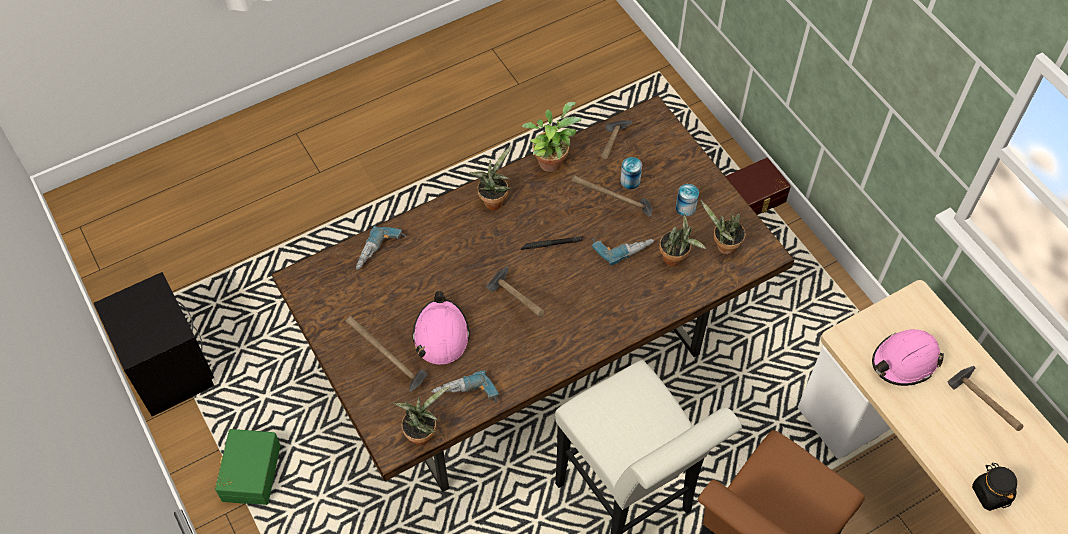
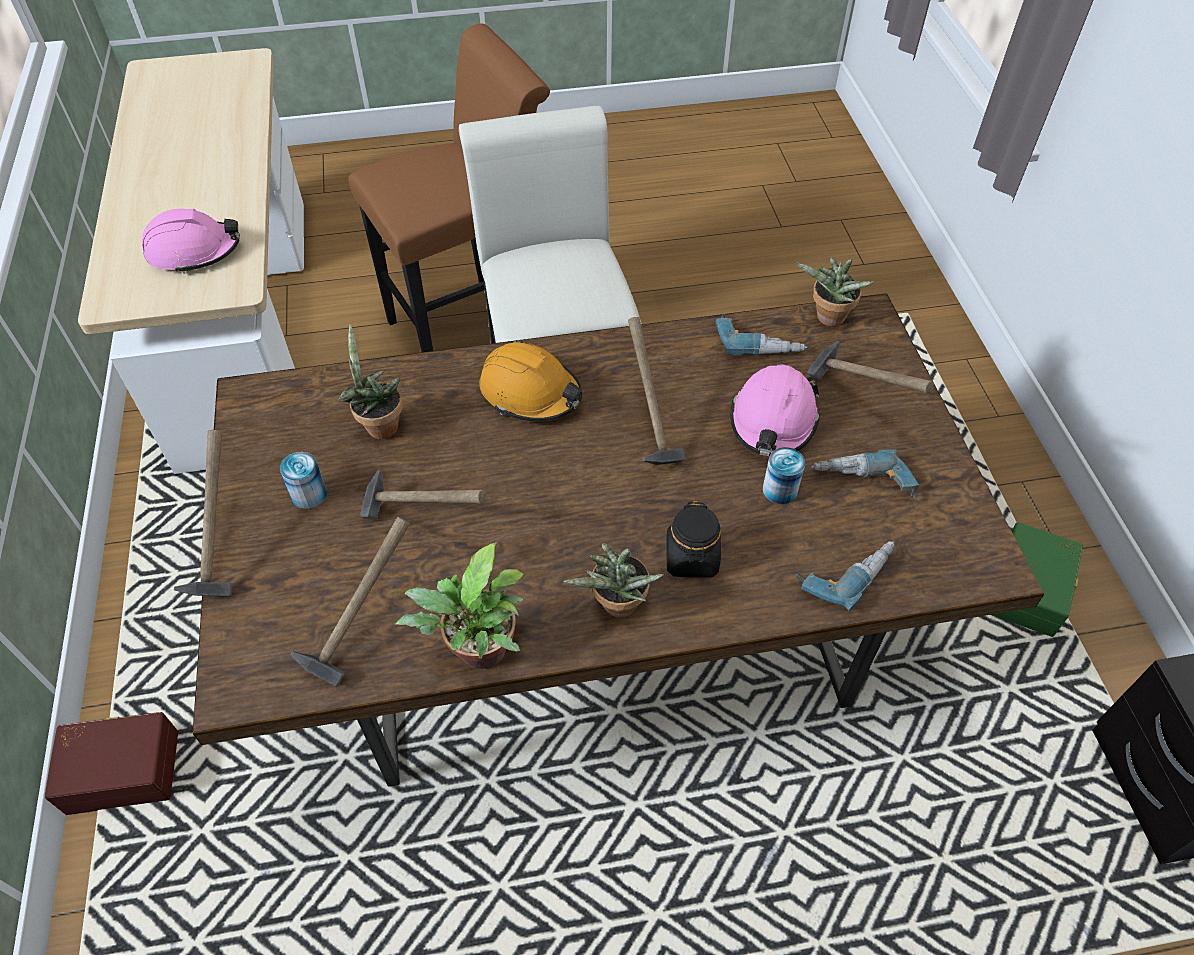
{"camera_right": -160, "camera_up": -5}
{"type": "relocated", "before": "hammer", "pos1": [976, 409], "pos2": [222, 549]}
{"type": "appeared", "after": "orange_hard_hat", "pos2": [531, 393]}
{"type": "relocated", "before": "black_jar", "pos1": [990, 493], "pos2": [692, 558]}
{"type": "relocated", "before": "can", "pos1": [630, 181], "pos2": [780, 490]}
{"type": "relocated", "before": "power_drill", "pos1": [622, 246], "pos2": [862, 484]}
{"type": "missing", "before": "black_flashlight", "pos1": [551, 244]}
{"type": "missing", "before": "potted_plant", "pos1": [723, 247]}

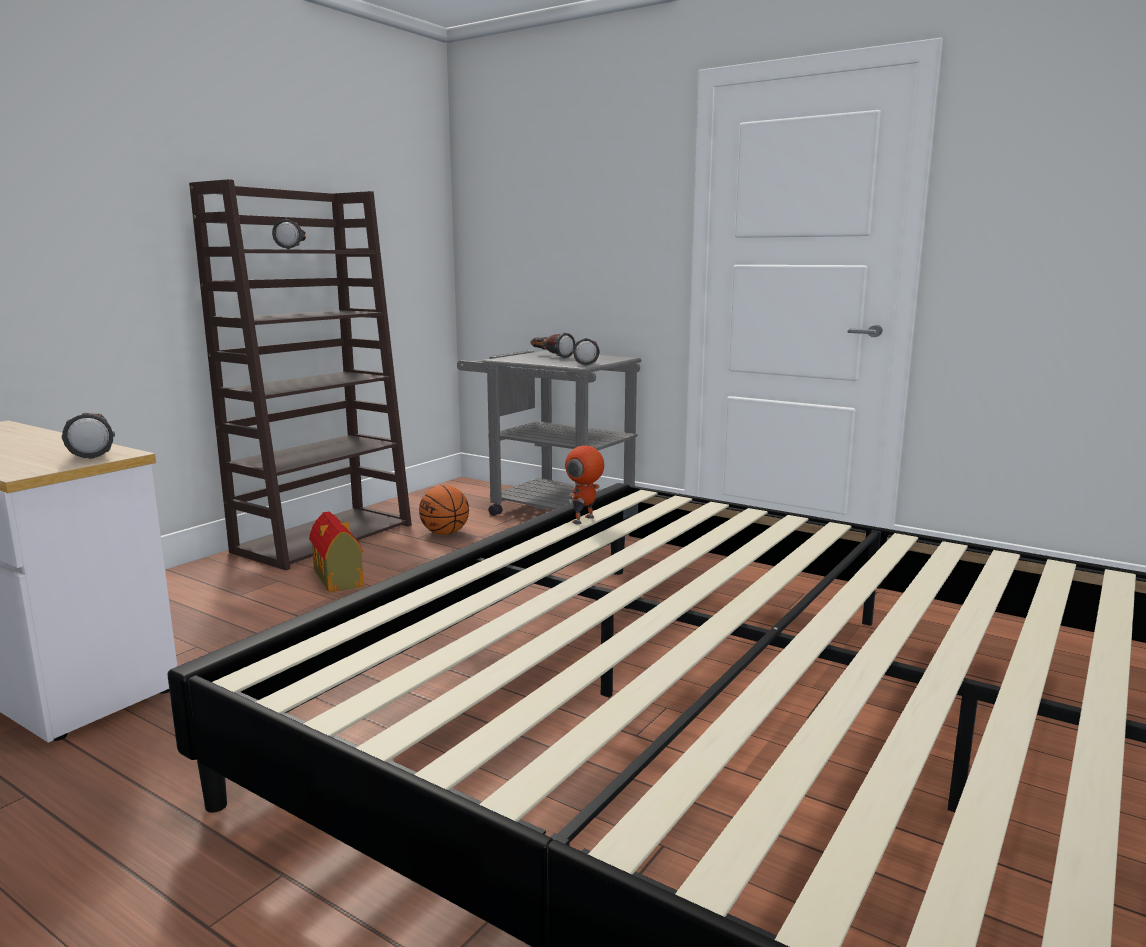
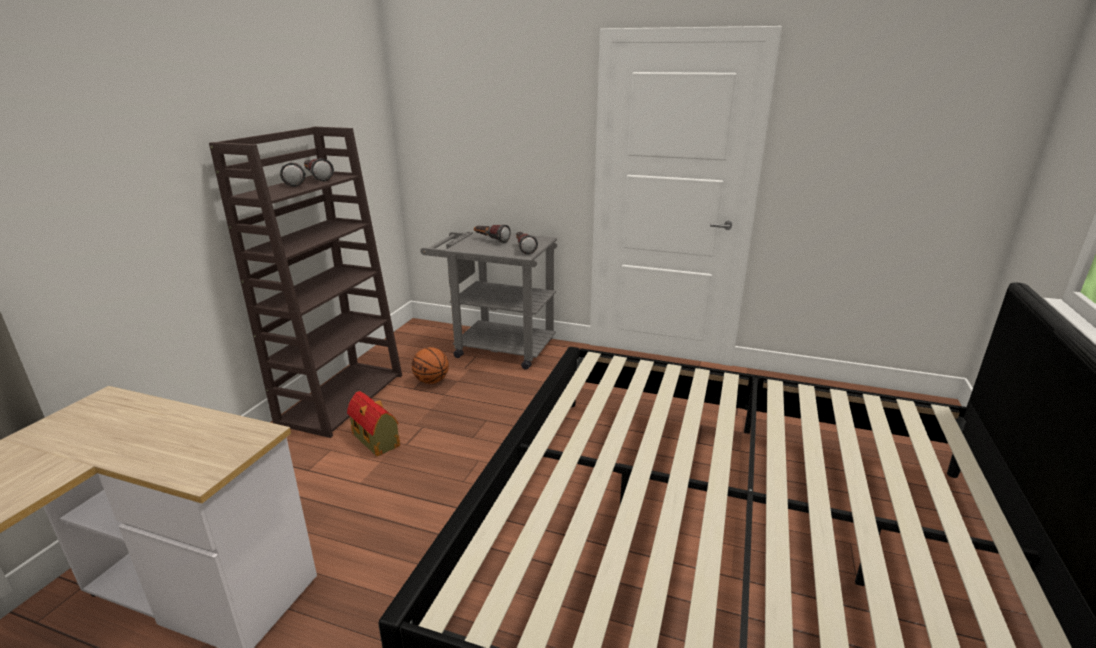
{"camera_right": -15, "camera_up": 10}
{"type": "relocated", "before": "flashlight", "pos1": [95, 450], "pos2": [316, 178]}
{"type": "missing", "before": "toy_robot", "pos1": [584, 520]}

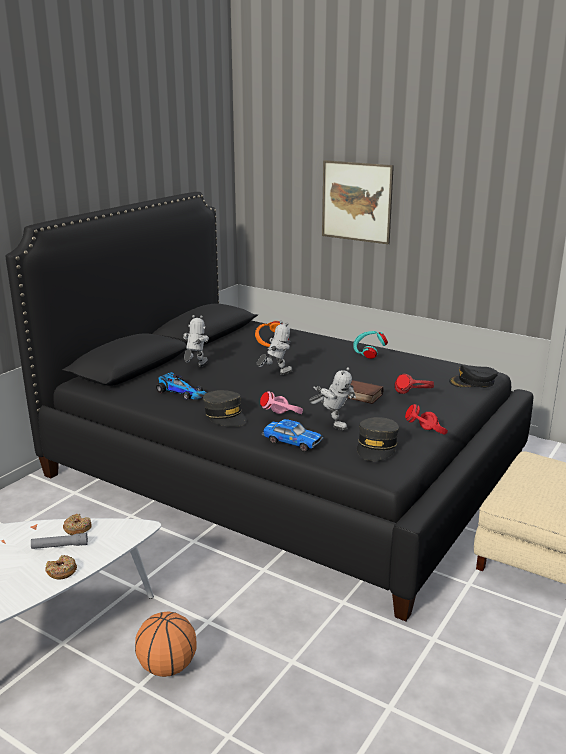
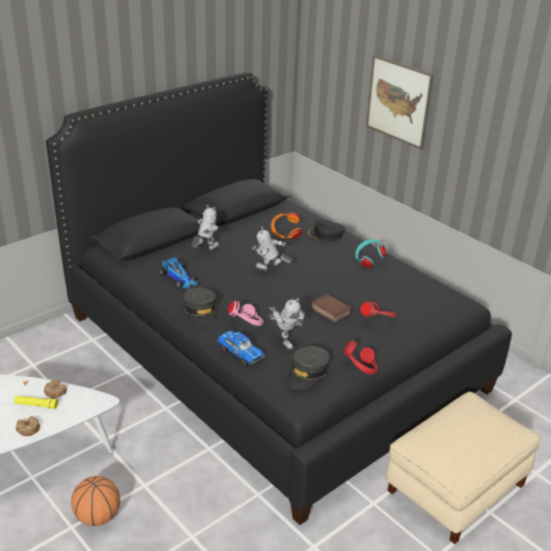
{"camera_right": 15, "camera_up": 10}
{"type": "colour", "before": "grey_flashlight", "after": "yellow_flashlight", "pos1": [59, 546], "pos2": [36, 405]}
{"type": "spun", "before": "toy_robot", "pos1": [276, 374], "pos2": [270, 272], "turn": -150}
{"type": "relocated", "before": "black_cap", "pos1": [473, 382], "pos2": [325, 234]}

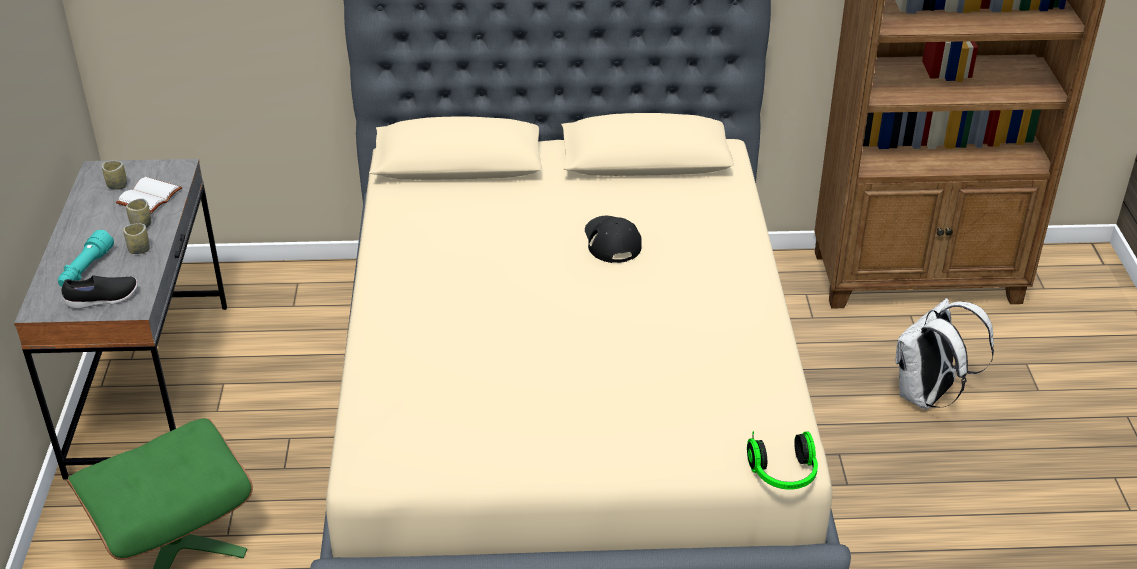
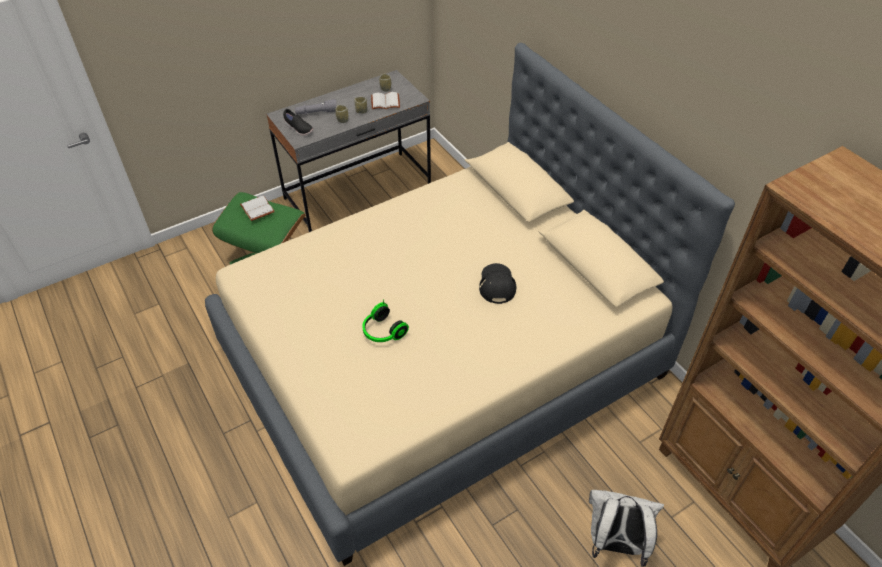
{"camera_right": 60, "camera_up": 10}
{"type": "appeared", "after": "white_book", "pos2": [256, 209]}
{"type": "colour", "before": "turquoise_flashlight", "after": "grey_flashlight", "pos1": [86, 269], "pos2": [316, 113]}
{"type": "relocated", "before": "headphones", "pos1": [784, 475], "pos2": [382, 332]}
{"type": "spun", "before": "black_cap", "pos1": [611, 241], "pos2": [497, 284], "turn": -45}

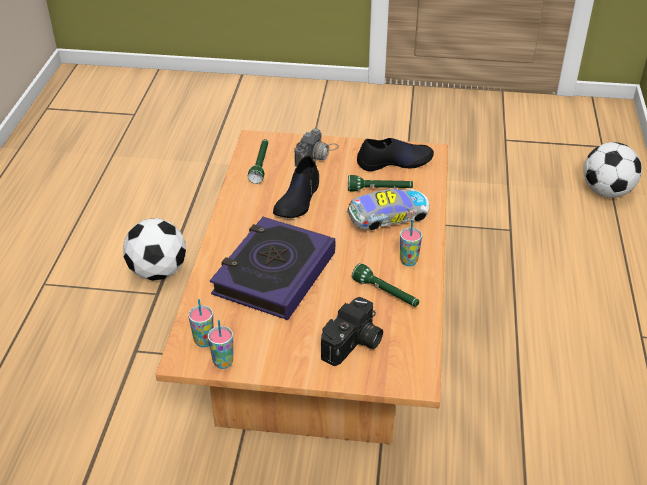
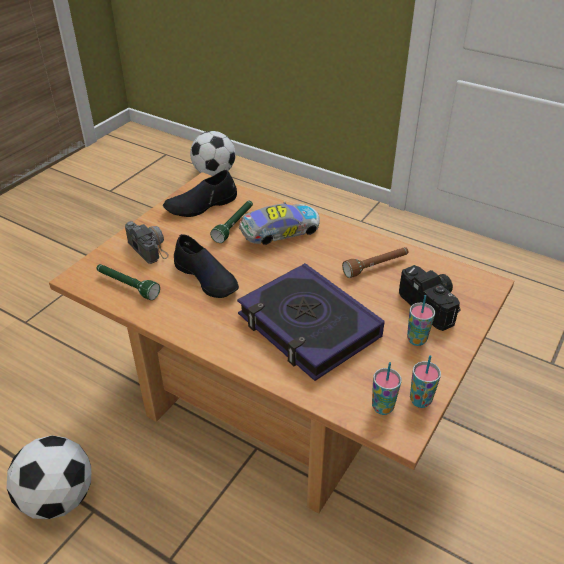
{"camera_right": -65, "camera_up": 0}
{"type": "spun", "before": "black_shoe", "pos1": [394, 162], "pos2": [201, 205], "turn": -135}
{"type": "spun", "before": "toy_car", "pos1": [387, 220], "pos2": [279, 235], "turn": 60}
{"type": "colour", "before": "green_flashlight", "after": "brown_flashlight", "pos1": [386, 293], "pos2": [376, 266]}
{"type": "relocated", "before": "cup", "pos1": [408, 261], "pos2": [416, 340]}

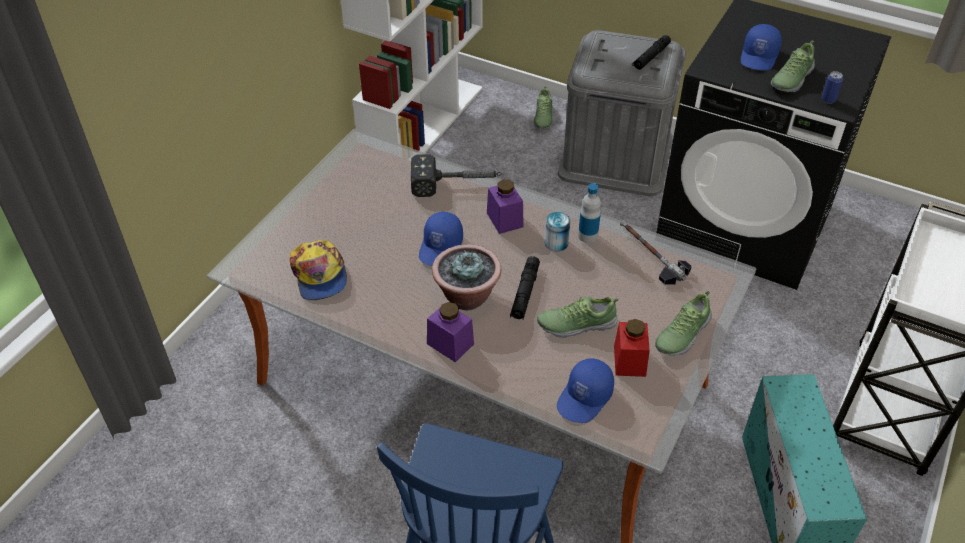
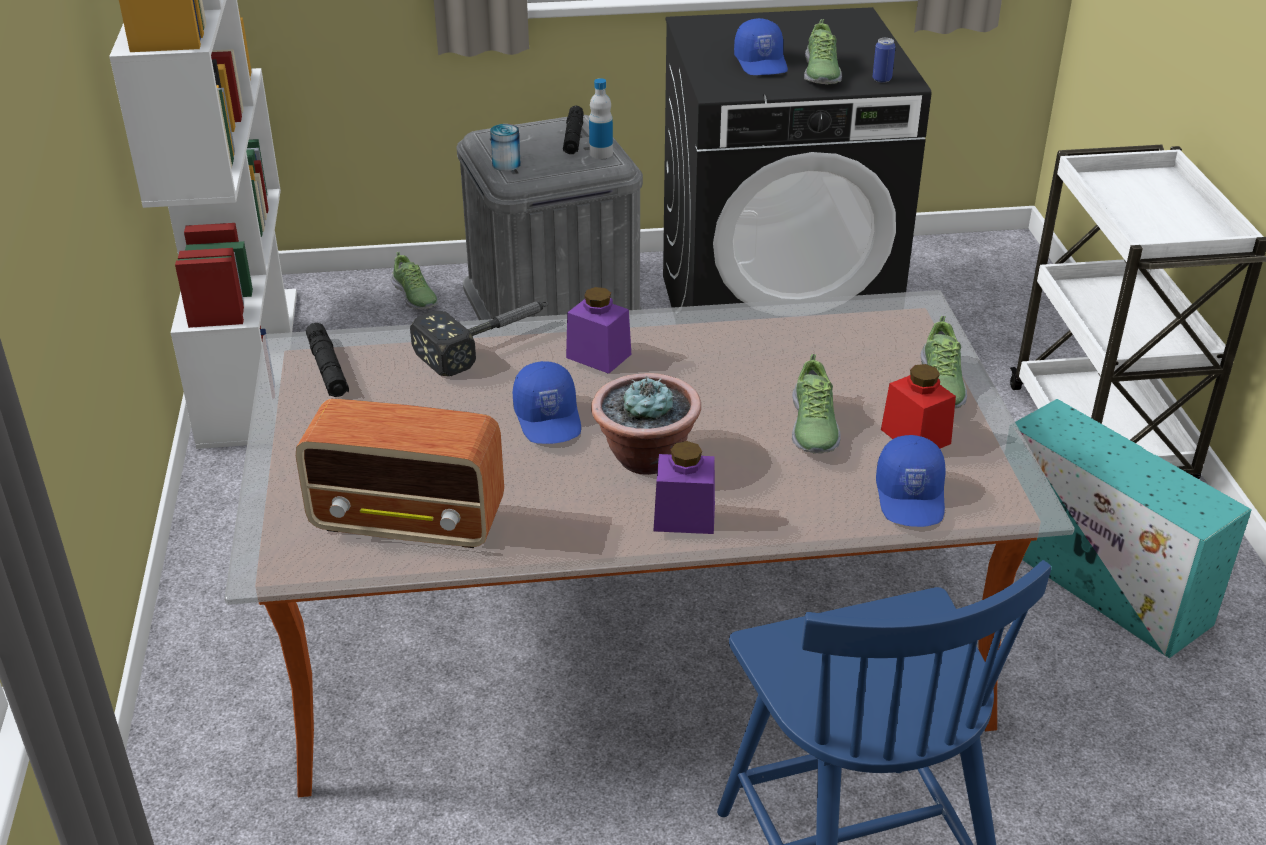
{"camera_right": -35, "camera_up": -10}
{"type": "exchanged", "before": "cap", "after": "radio", "pos1": [319, 275], "pos2": [410, 521]}
{"type": "relocated", "before": "black_flashlight", "pos1": [525, 293], "pos2": [328, 369]}
{"type": "relocated", "before": "can", "pos1": [556, 243], "pos2": [506, 164]}
{"type": "relocated", "before": "bottle", "pos1": [587, 236], "pos2": [601, 153]}
{"type": "spun", "before": "shoe", "pos1": [576, 324], "pos2": [812, 427], "turn": -45}
{"type": "missing", "before": "hammer", "pos1": [650, 254]}

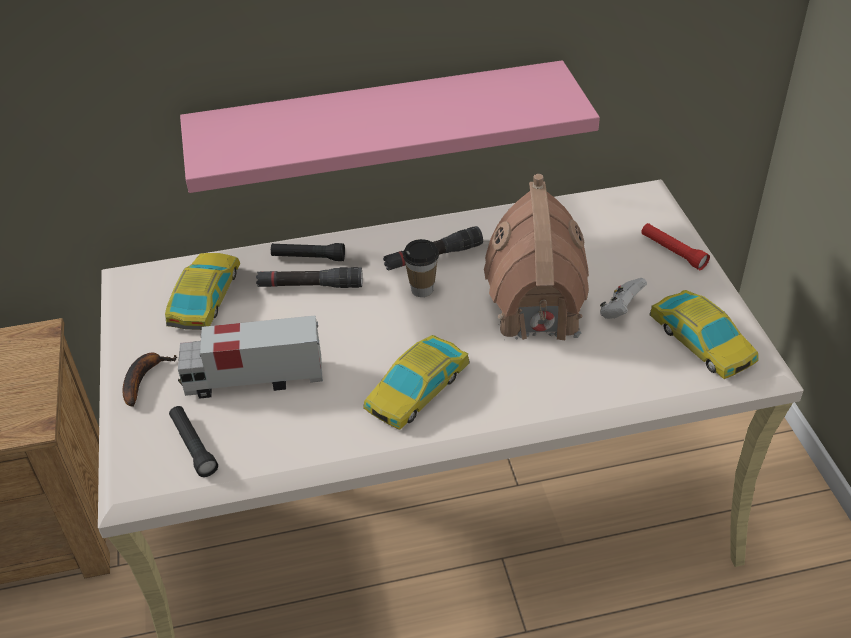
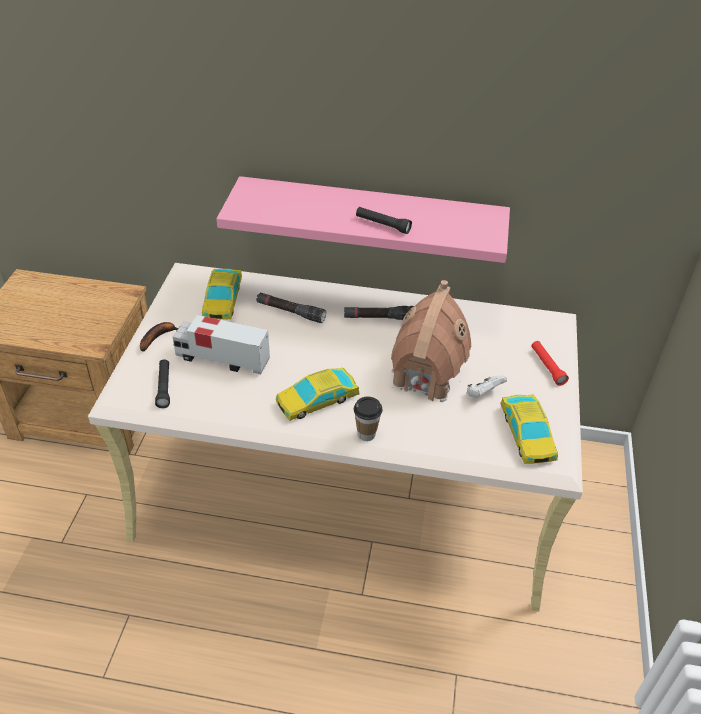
{"camera_right": 20, "camera_up": 0}
{"type": "spun", "before": "toy_car", "pos1": [205, 297], "pos2": [223, 299], "turn": 150}
{"type": "relocated", "before": "cup", "pos1": [422, 289], "pos2": [366, 434]}
{"type": "relocated", "before": "black_flashlight", "pos1": [308, 257], "pos2": [382, 225]}

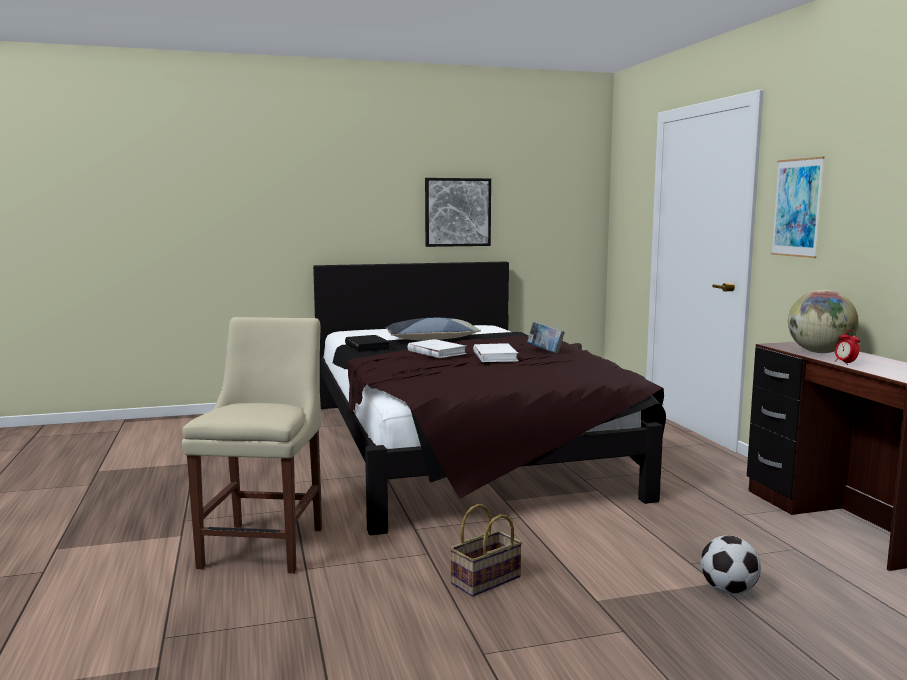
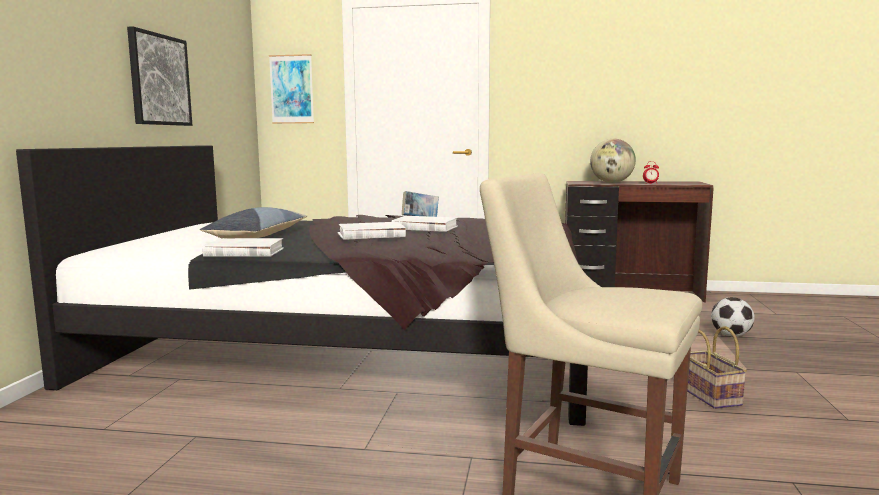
{"camera_right": -65, "camera_up": 0}
{"type": "colour", "before": "black_book", "after": "white_book", "pos1": [367, 346], "pos2": [244, 252]}
{"type": "relocated", "before": "picture", "pos1": [797, 207], "pos2": [291, 89]}

